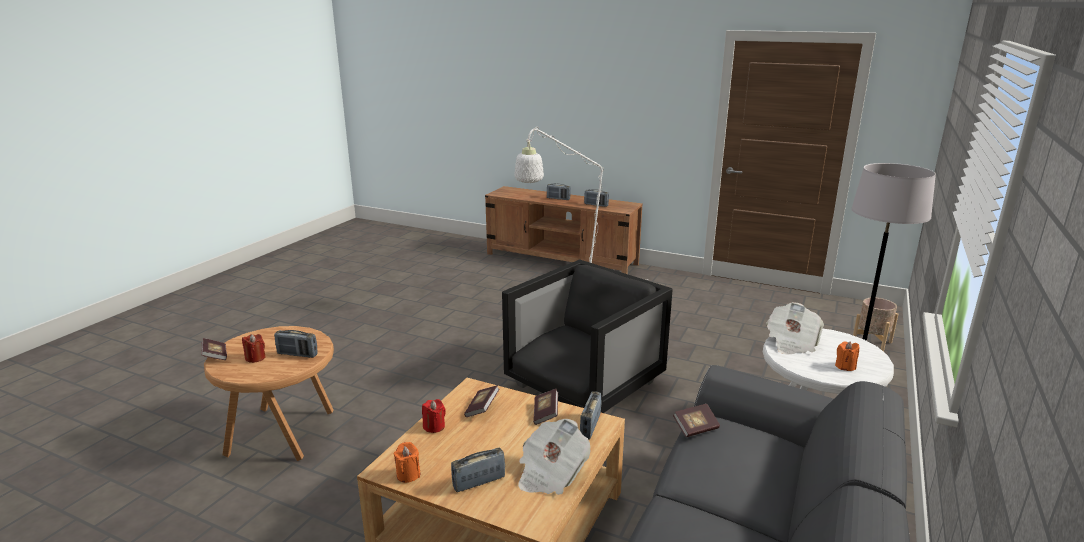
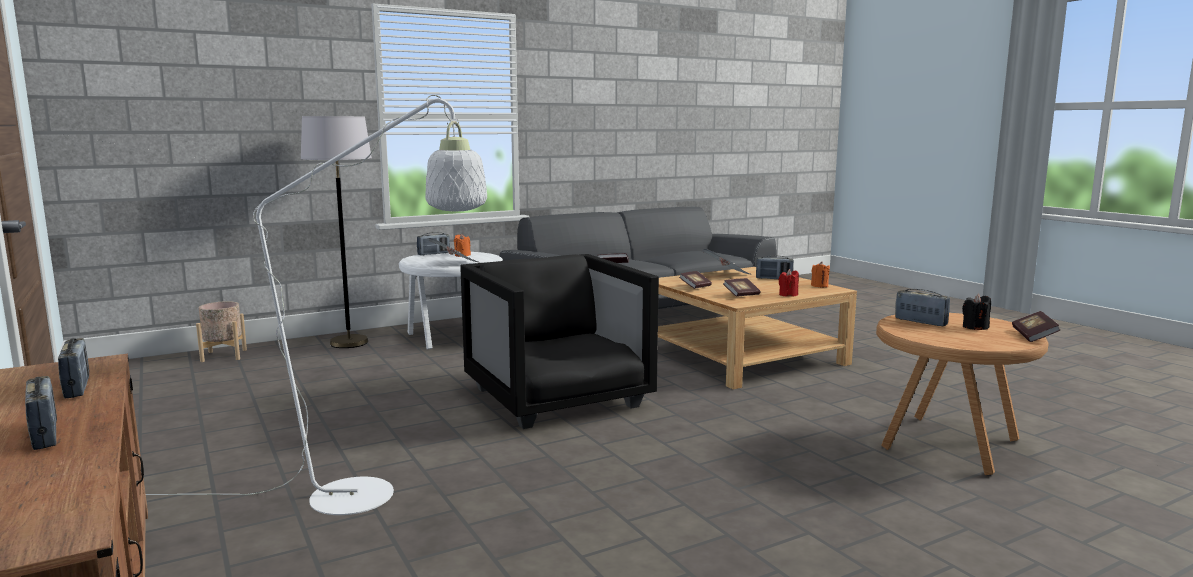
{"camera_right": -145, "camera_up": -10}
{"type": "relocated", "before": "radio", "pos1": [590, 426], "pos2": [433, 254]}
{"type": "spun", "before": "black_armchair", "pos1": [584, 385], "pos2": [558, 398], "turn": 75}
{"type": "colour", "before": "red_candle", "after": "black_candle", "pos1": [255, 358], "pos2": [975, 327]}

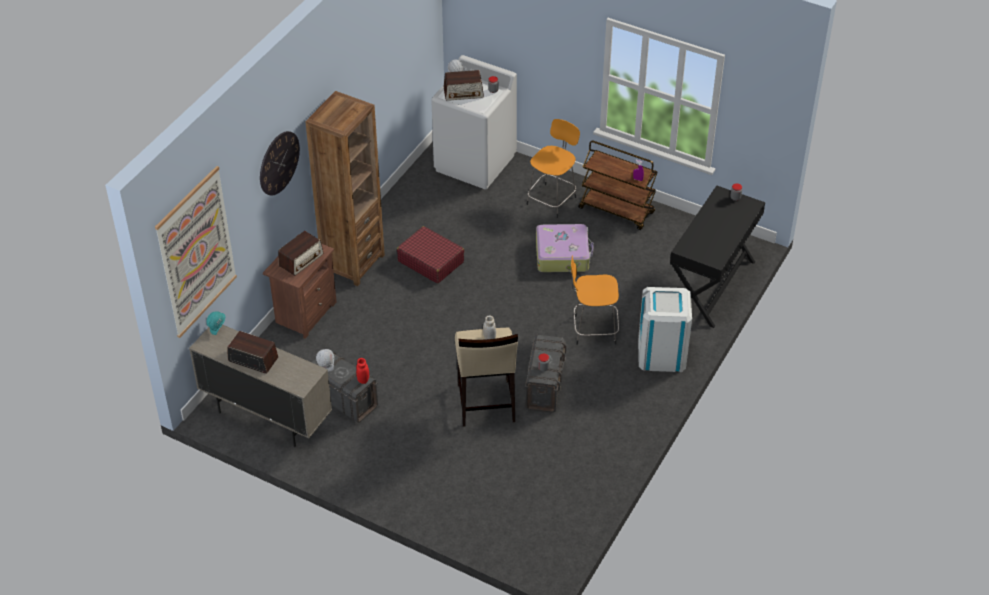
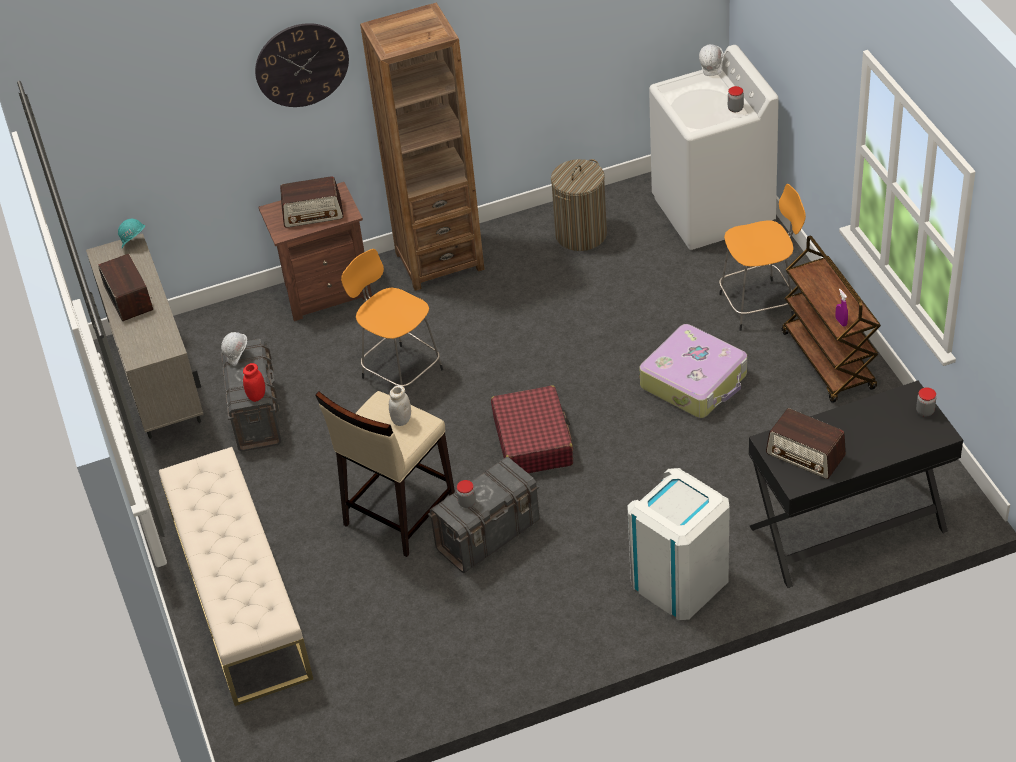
{"camera_right": 45, "camera_up": 0}
{"type": "appeared", "after": "beige_bench", "pos2": [240, 596]}
{"type": "relocated", "before": "orange_stool", "pos1": [593, 330], "pos2": [400, 372]}
{"type": "relocated", "before": "red_suitcase", "pos1": [430, 261], "pos2": [533, 441]}
{"type": "appeared", "after": "laundry_basket", "pos2": [581, 234]}
{"type": "relocated", "before": "radio", "pos1": [463, 93], "pos2": [805, 455]}
{"type": "missing", "before": "picture", "pos1": [196, 252]}

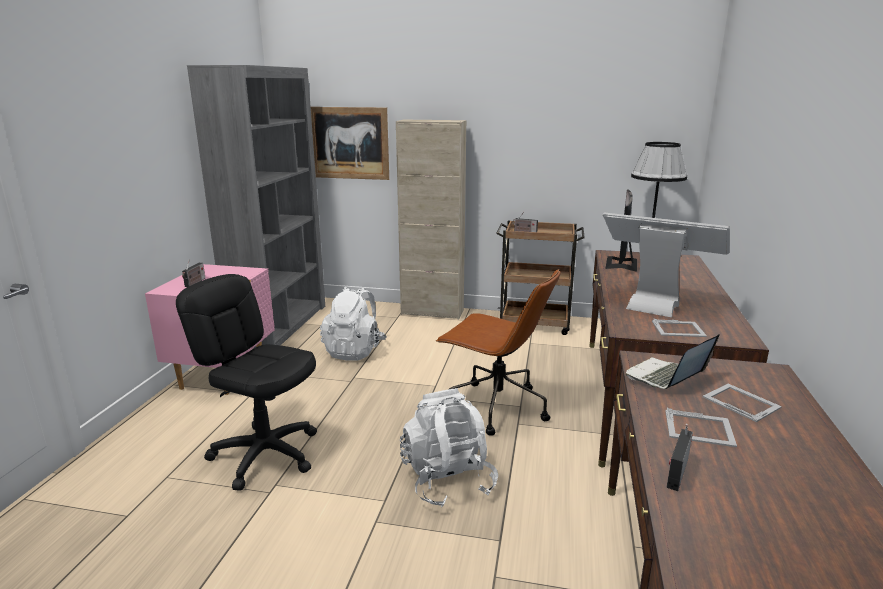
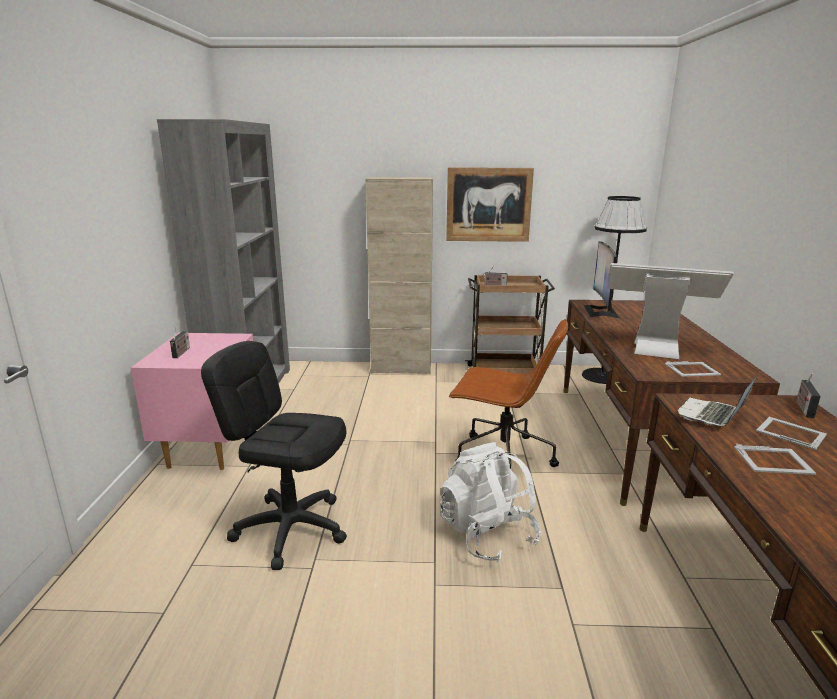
{"camera_right": -10, "camera_up": 0}
{"type": "relocated", "before": "picture", "pos1": [349, 143], "pos2": [488, 205]}
{"type": "relocated", "before": "radio", "pos1": [677, 471], "pos2": [803, 408]}
{"type": "missing", "before": "white_backpack", "pos1": [354, 351]}

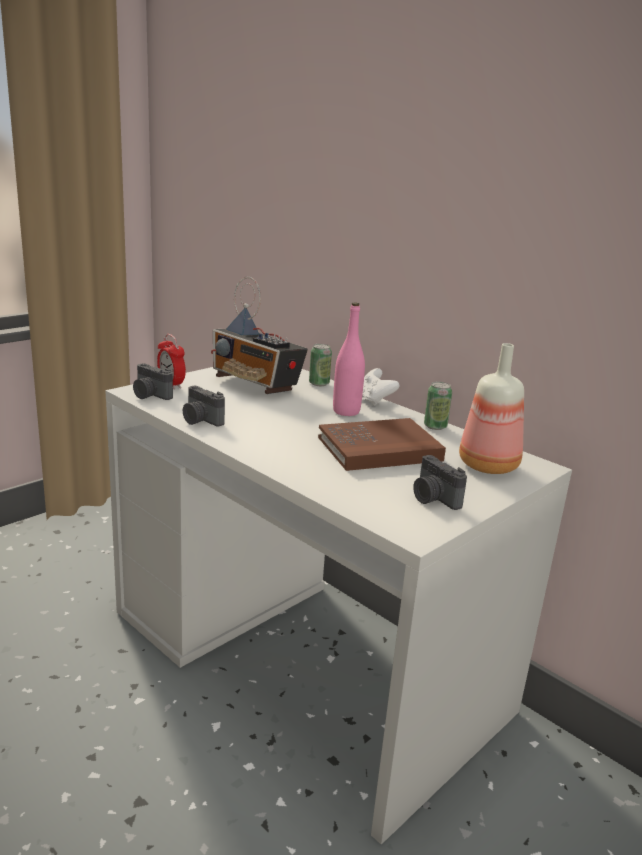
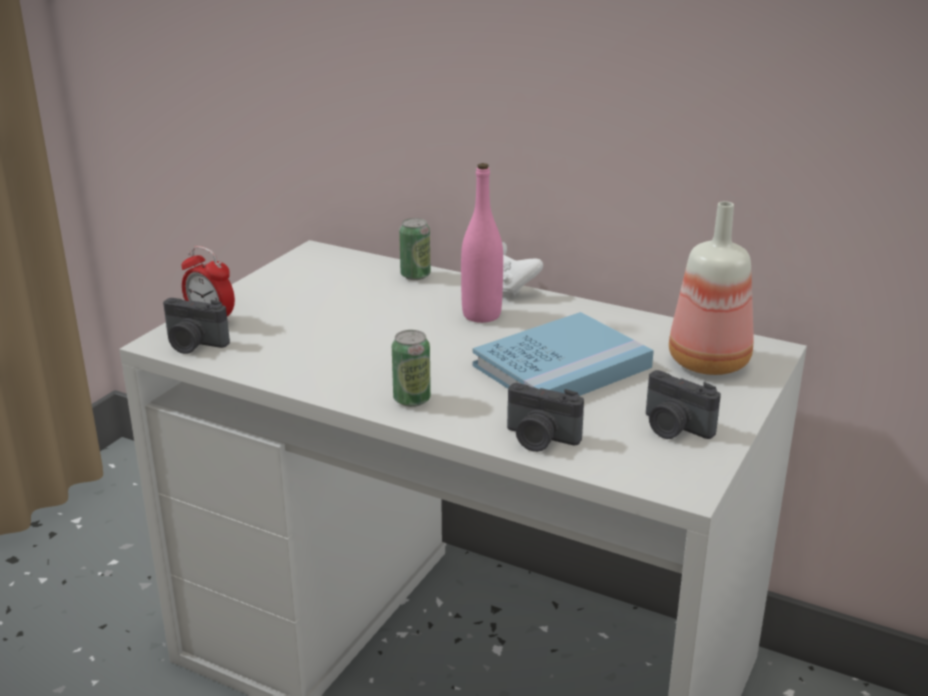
{"camera_right": -15, "camera_up": 5}
{"type": "relocated", "before": "can", "pos1": [435, 426], "pos2": [412, 399]}
{"type": "colour", "before": "brown_book", "after": "blue_book", "pos1": [379, 449], "pos2": [562, 366]}
{"type": "relocated", "before": "photo_camera", "pos1": [200, 420], "pos2": [540, 439]}
{"type": "missing", "before": "radio", "pos1": [256, 384]}

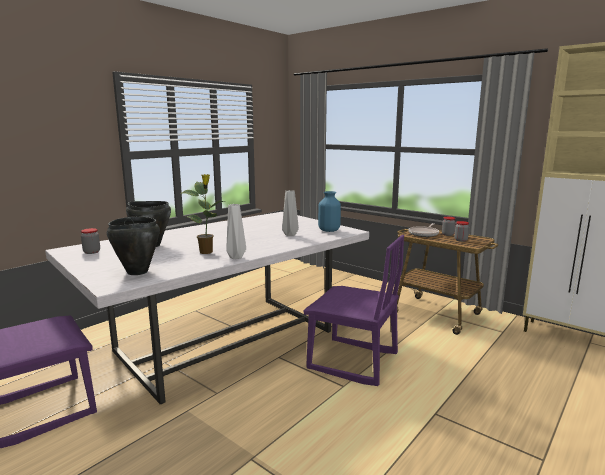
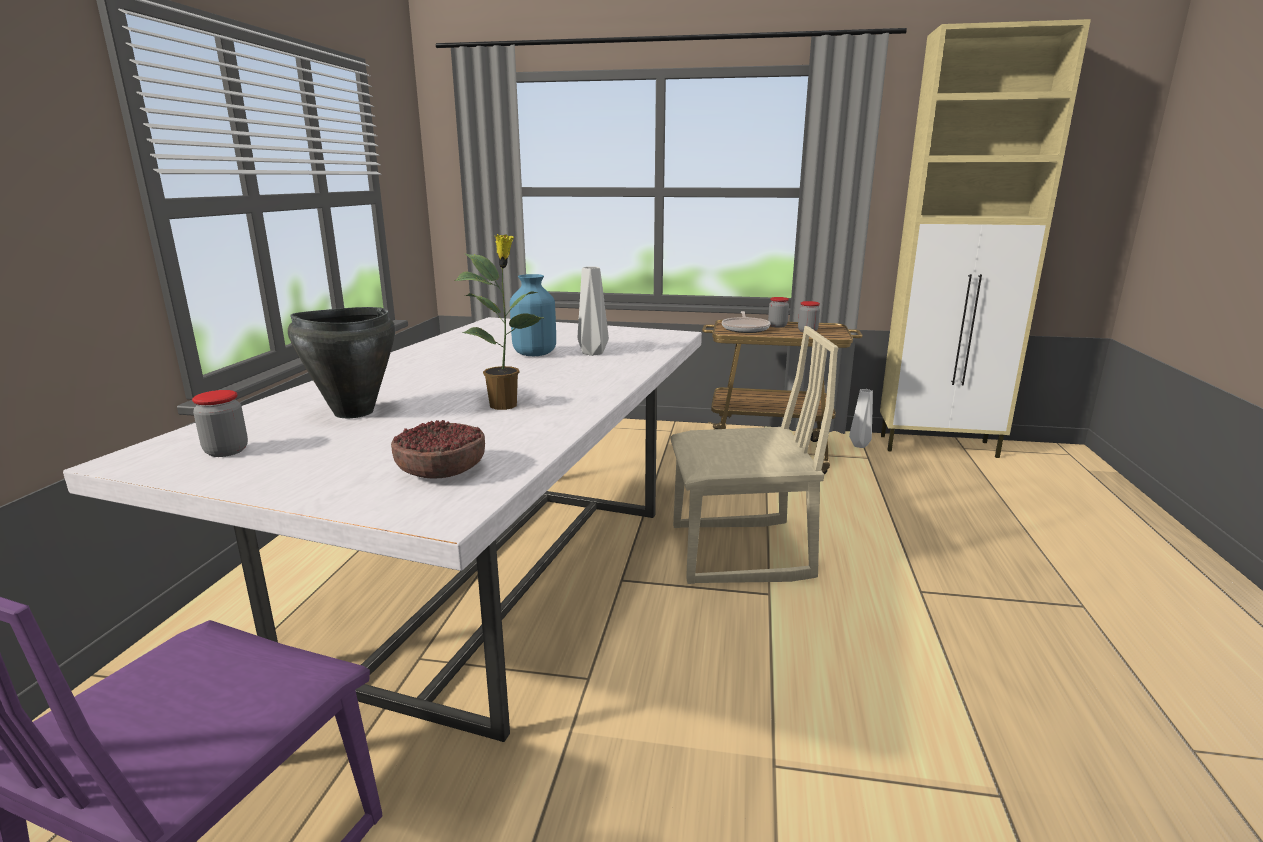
{"camera_right": -30, "camera_up": 5}
{"type": "exchanged", "before": "black_cooking_pot", "after": "bowl", "pos1": [137, 272], "pos2": [441, 470]}
{"type": "relocated", "before": "blue_vase", "pos1": [328, 230], "pos2": [534, 354]}
{"type": "colour", "before": "purple_chair", "after": "beige_chair", "pos1": [352, 362], "pos2": [740, 553]}
{"type": "relocated", "before": "white_vase", "pos1": [235, 257], "pos2": [858, 445]}

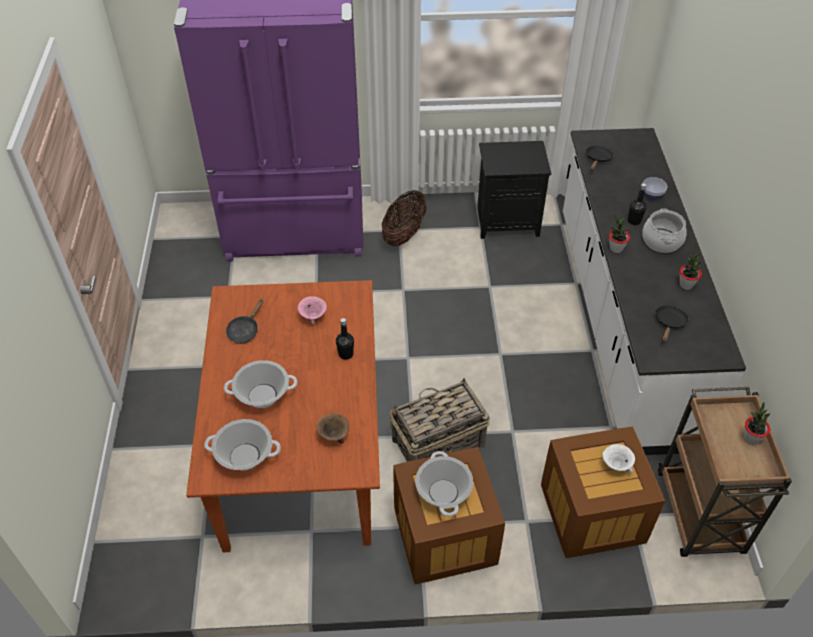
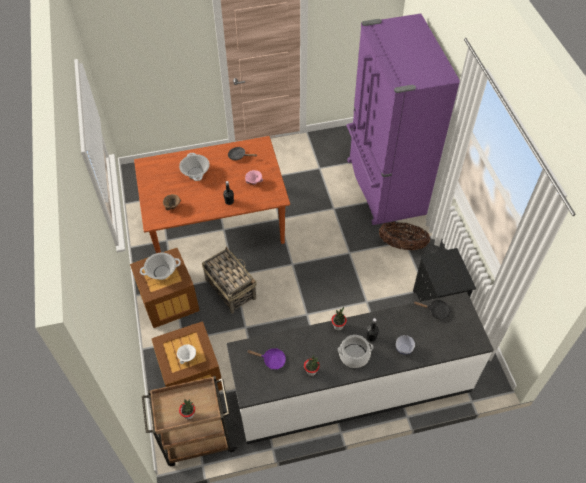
{"camera_right": 80, "camera_up": 5}
{"type": "colour", "before": "black_frying_pan", "after": "purple_frying_pan", "pos1": [669, 323], "pos2": [271, 360]}
{"type": "missing", "before": "cooking_pot", "pos1": [245, 456]}

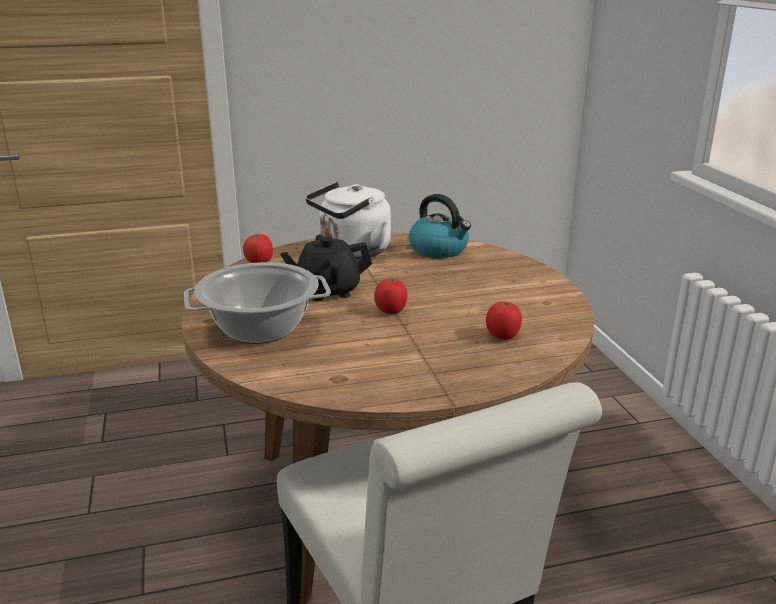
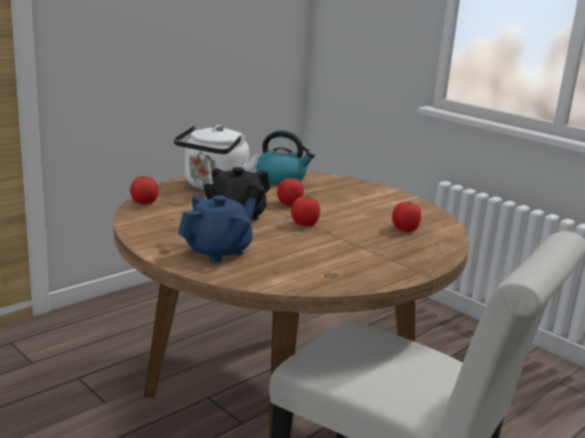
{"camera_right": -30, "camera_up": -5}
{"type": "exchanged", "before": "cooking_pot", "after": "blue_teapot", "pos1": [260, 329], "pos2": [218, 251]}
{"type": "appeared", "after": "tomato", "pos2": [289, 204]}

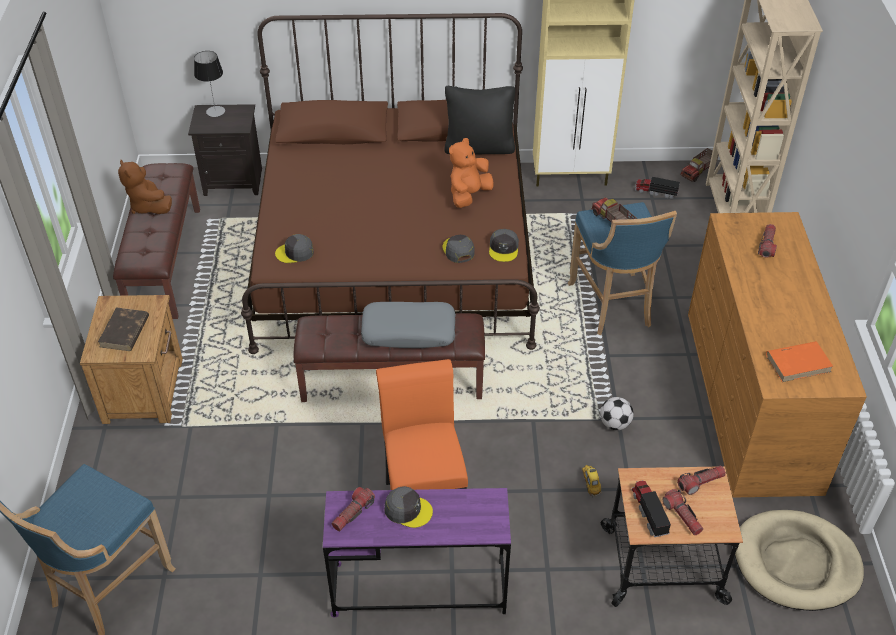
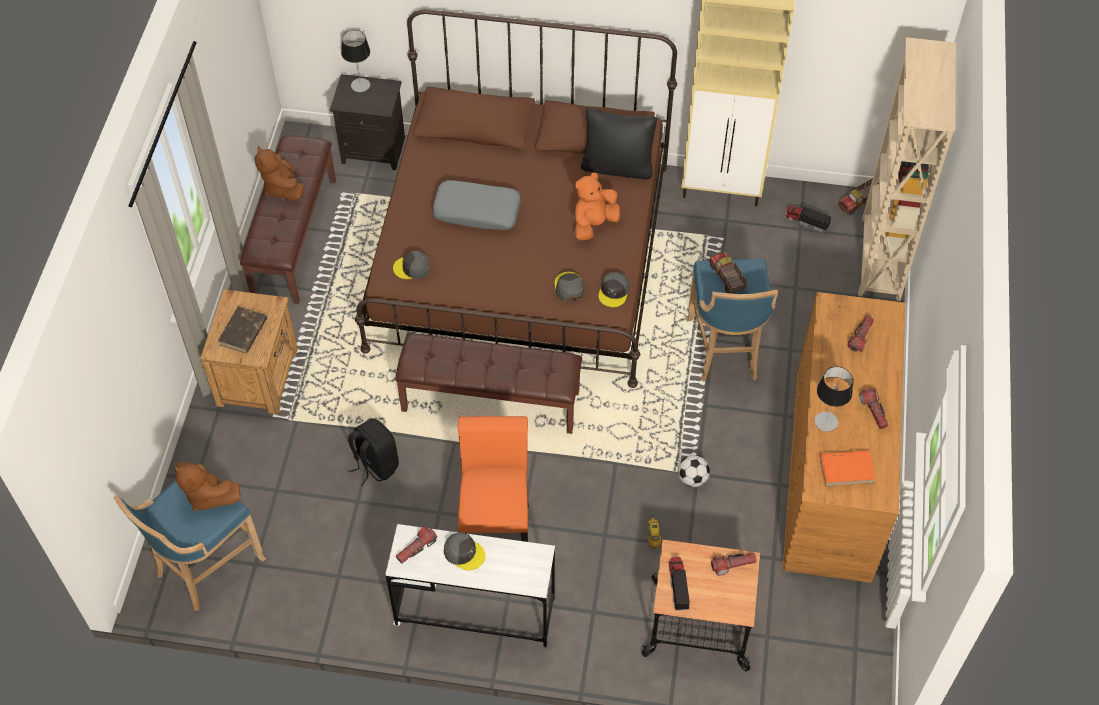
{"camera_right": 10, "camera_up": 10}
{"type": "appeared", "after": "brown_plush_toy", "pos2": [207, 495]}
{"type": "appeared", "after": "black_backpack", "pos2": [375, 464]}
{"type": "colour", "before": "purple_desk", "after": "white_desk", "pos1": [419, 589], "pos2": [475, 611]}
{"type": "relocated", "before": "grey_pillow", "pos1": [409, 331], "pos2": [477, 211]}
{"type": "appeared", "after": "table_lamp", "pos2": [826, 421]}
{"type": "relocated", "before": "flashlight", "pos1": [682, 516], "pos2": [873, 411]}
{"type": "missing", "before": "beige_dog_bed", "pos1": [796, 563]}

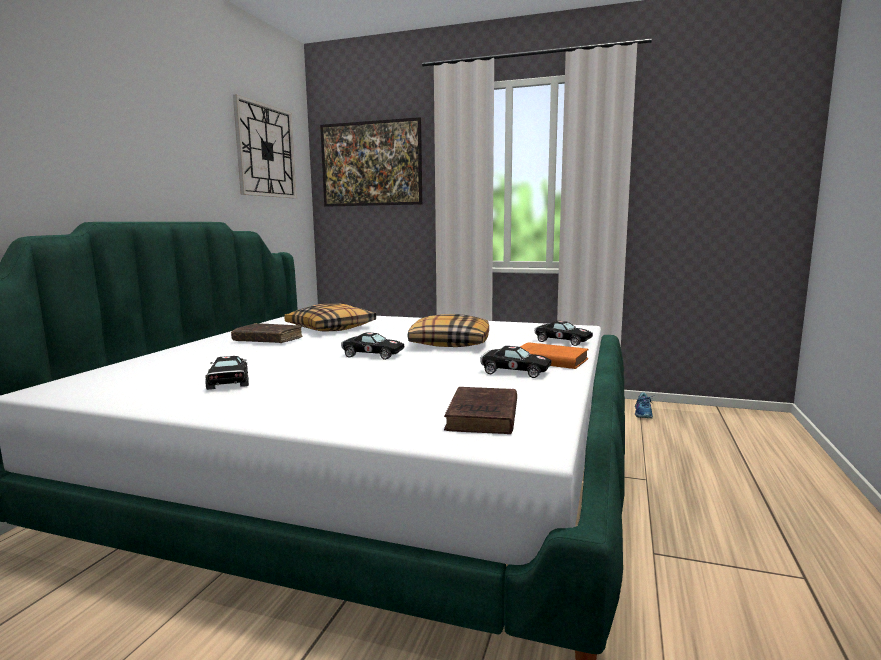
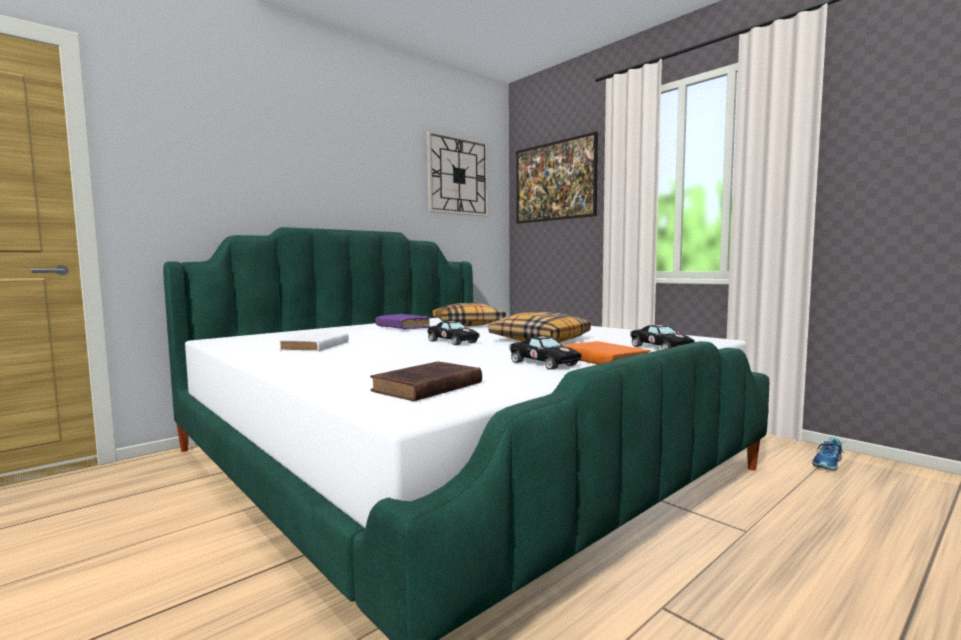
{"camera_right": 30, "camera_up": -5}
{"type": "exchanged", "before": "black_toy_car", "after": "white_book", "pos1": [229, 382], "pos2": [314, 346]}
{"type": "colour", "before": "brown_book", "after": "purple_book", "pos1": [268, 340], "pos2": [402, 328]}

